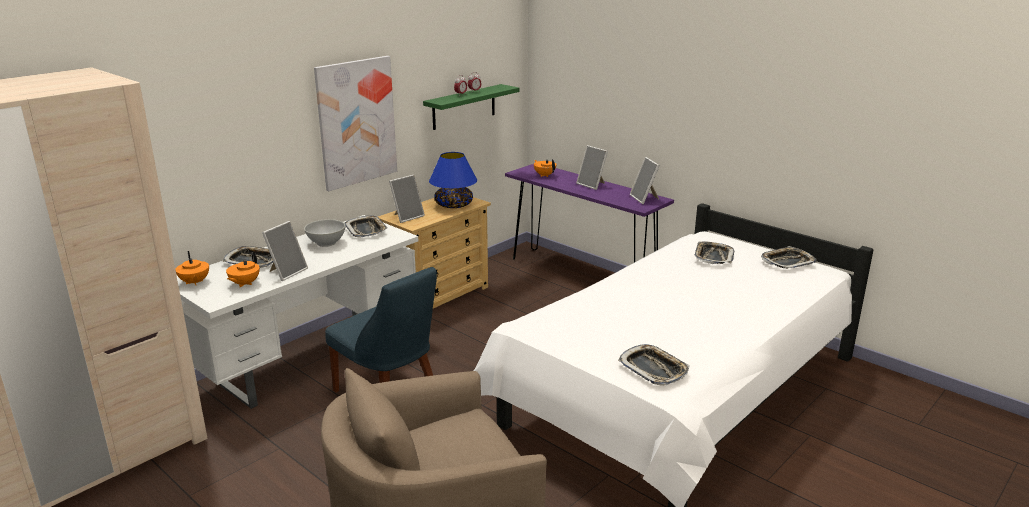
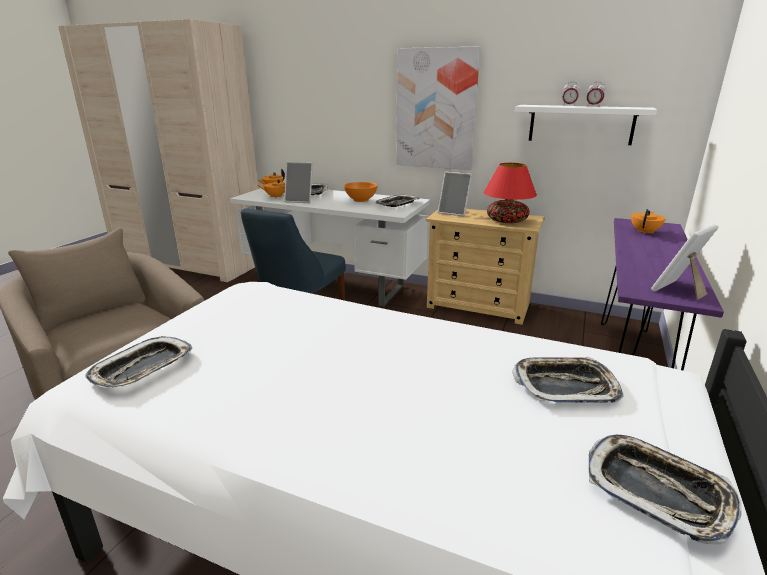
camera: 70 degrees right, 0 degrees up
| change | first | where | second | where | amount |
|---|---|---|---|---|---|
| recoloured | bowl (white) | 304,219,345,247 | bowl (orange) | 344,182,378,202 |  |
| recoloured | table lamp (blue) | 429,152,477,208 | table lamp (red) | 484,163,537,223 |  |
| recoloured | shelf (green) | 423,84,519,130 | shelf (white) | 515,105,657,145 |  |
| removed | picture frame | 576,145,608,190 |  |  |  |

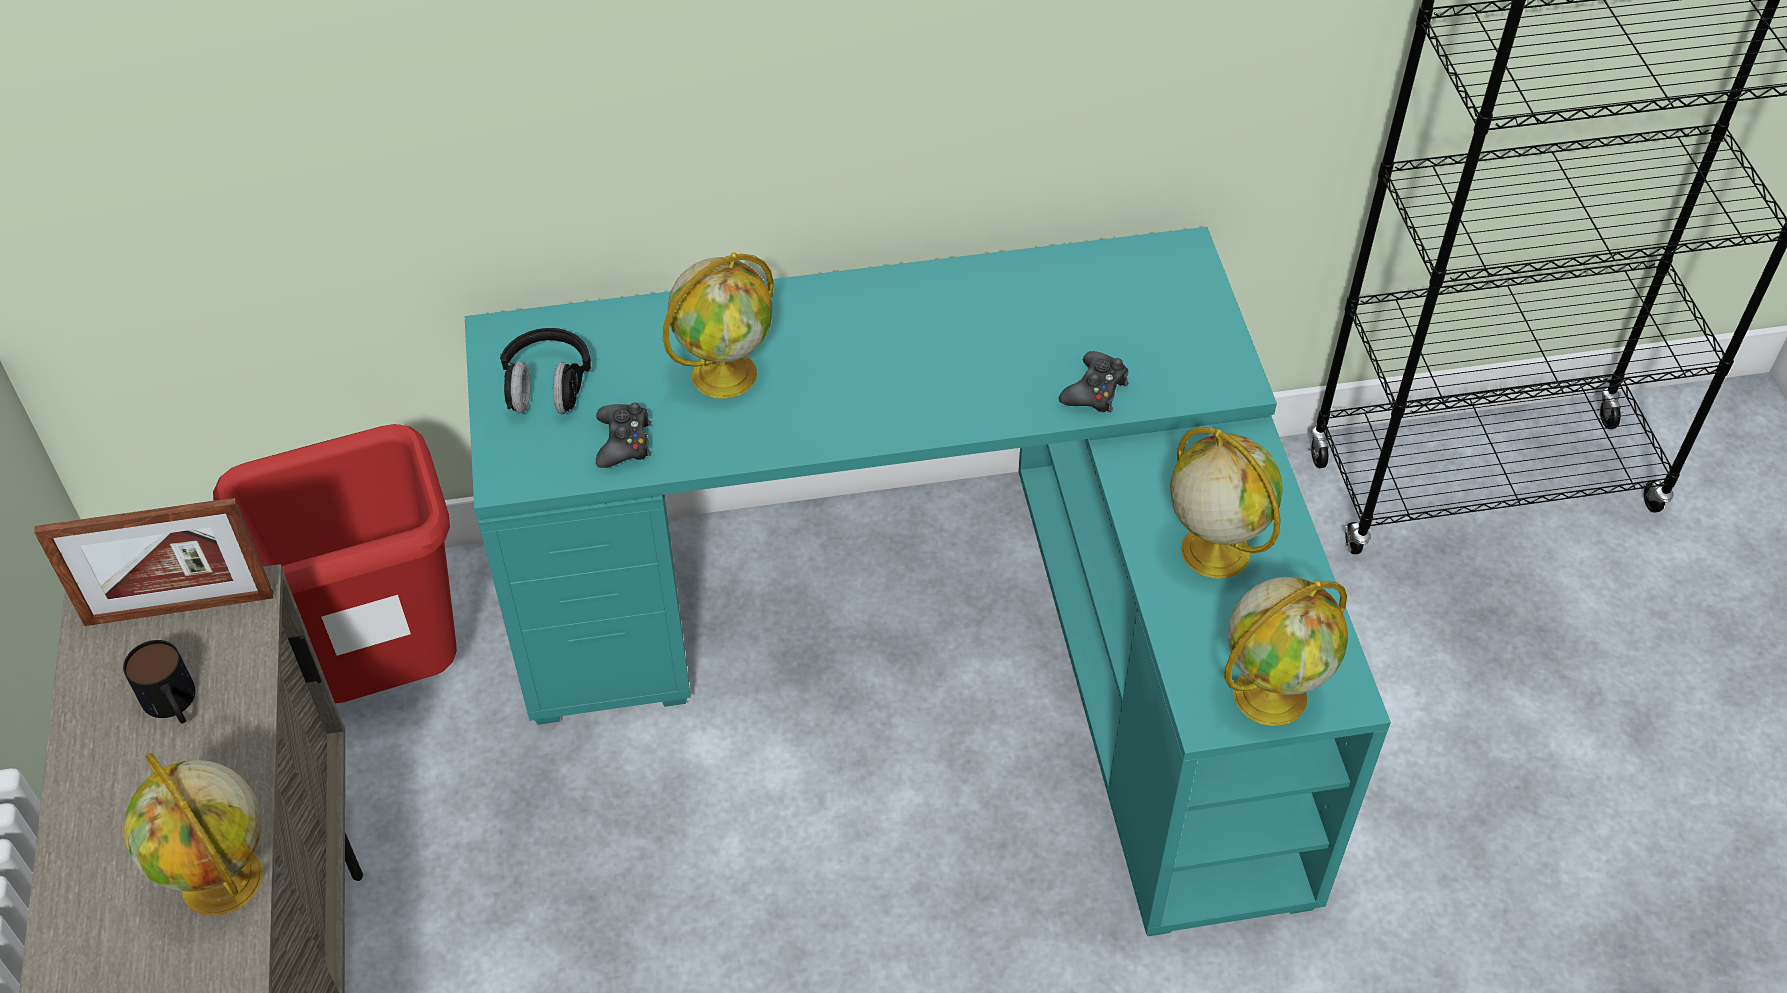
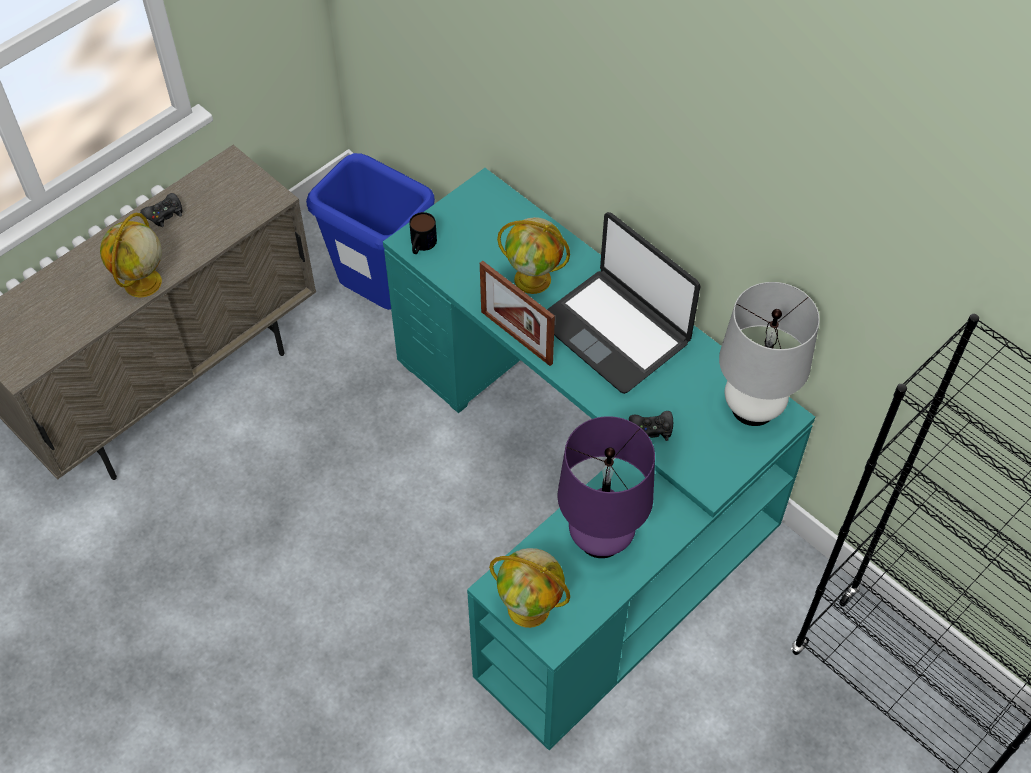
camera: 55 degrees right, 5 degrees up
| change | first | where | second | where | amount |
|---|---|---|---|---|---|
| moved | game controller (black) | 596,402,651,468 |  | 140,193,183,227 |  |
| recoloured | trash can (red) | 213,424,457,703 | trash can (blue) | 306,153,435,310 |  |
| moved | mug | 123,640,196,724 |  | 409,212,437,254 |  |
| moved | picture frame | 34,498,273,626 |  | 480,261,555,366 |  |
| added |  |  | laptop | 547,212,701,394 |  |
| replaced | globe | 1170,426,1283,579 | table lamp (purple) | 558,416,655,558 |  |
| added |  |  | table lamp (white) | 719,282,820,426 |  |
| removed | headphones (black) | 500,328,591,414 |  |  |  |

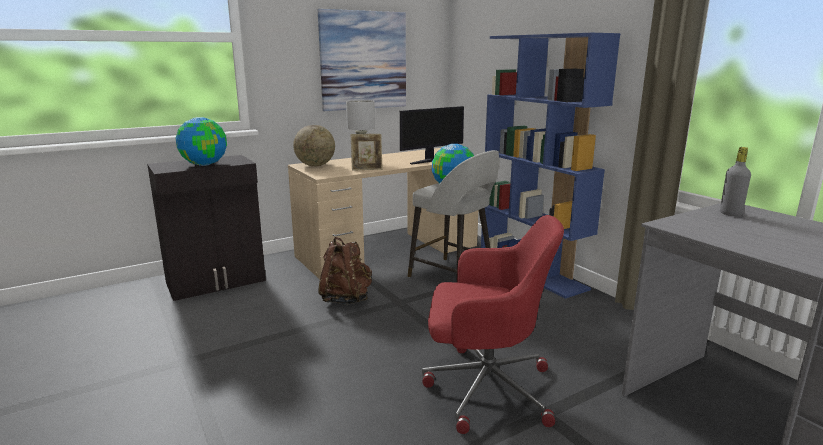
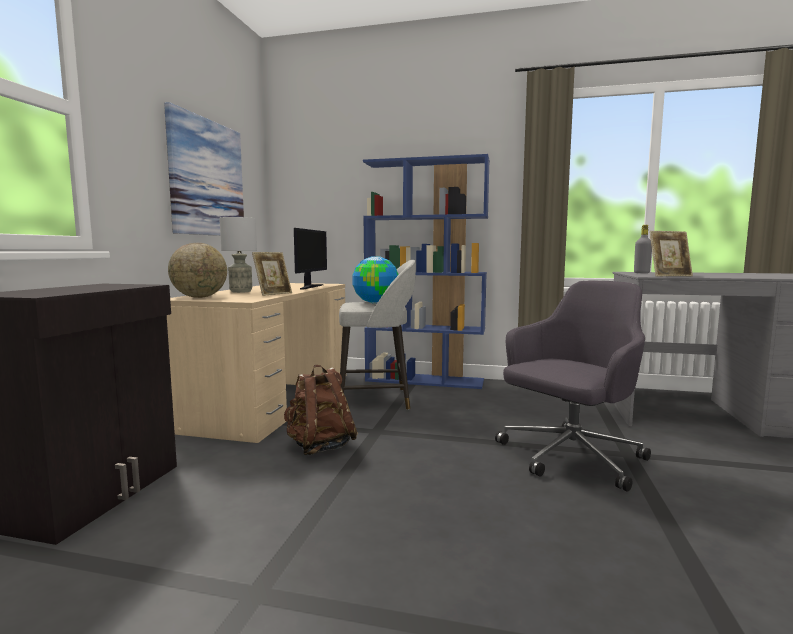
camera: 45 degrees left, 10 degrees down
| change | first | where | second | where | amount |
|---|---|---|---|---|---|
| recoloured | office chair (red) | 422,215,564,434 | office chair (grey) | 495,280,651,492 |  |
| added |  |  | picture frame | 650,231,693,277 |  |
| removed | globe | 176,117,227,166 |  |  |  |

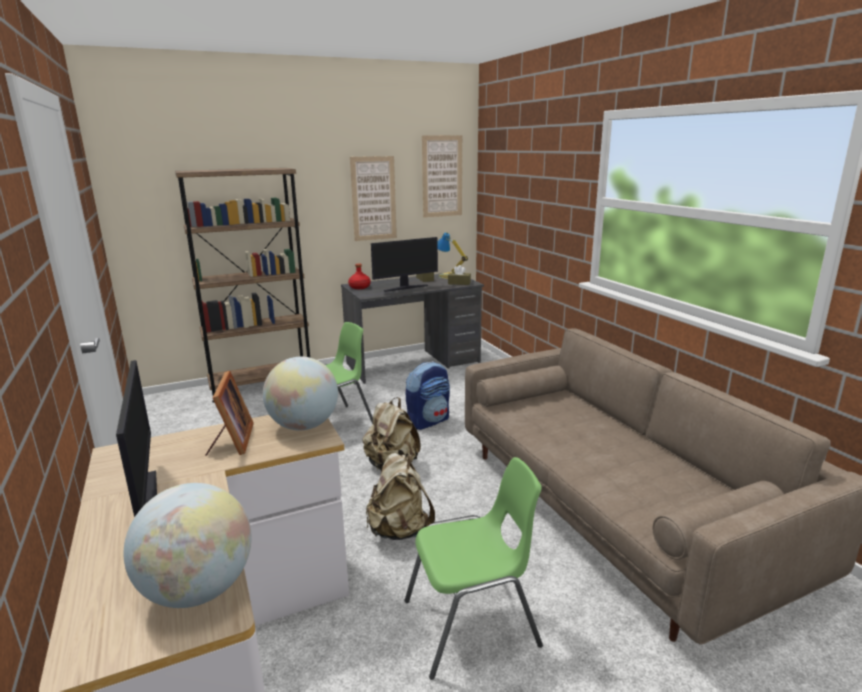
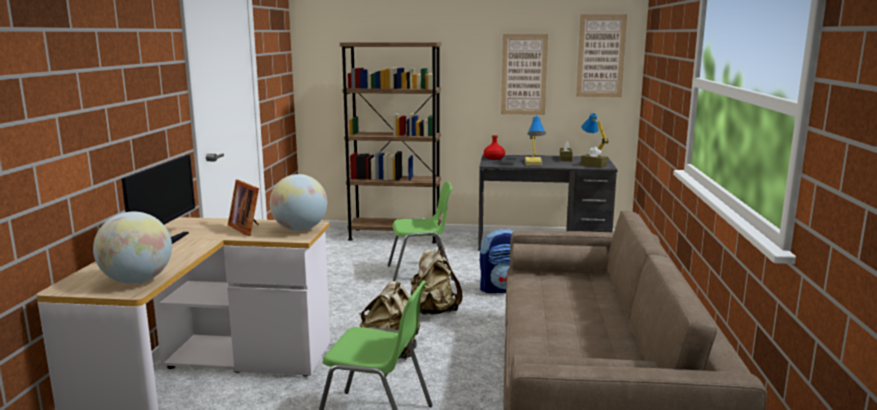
camera: 30 degrees right, 5 degrees down
| change | first | where | second | where | amount |
|---|---|---|---|---|---|
| turned | picture frame | 205,371,254,456 |  | 228,180,259,236 | 120 degrees clockwise |
| replaced | monitor | 371,237,438,292 | table lamp | 525,115,546,165 |  |

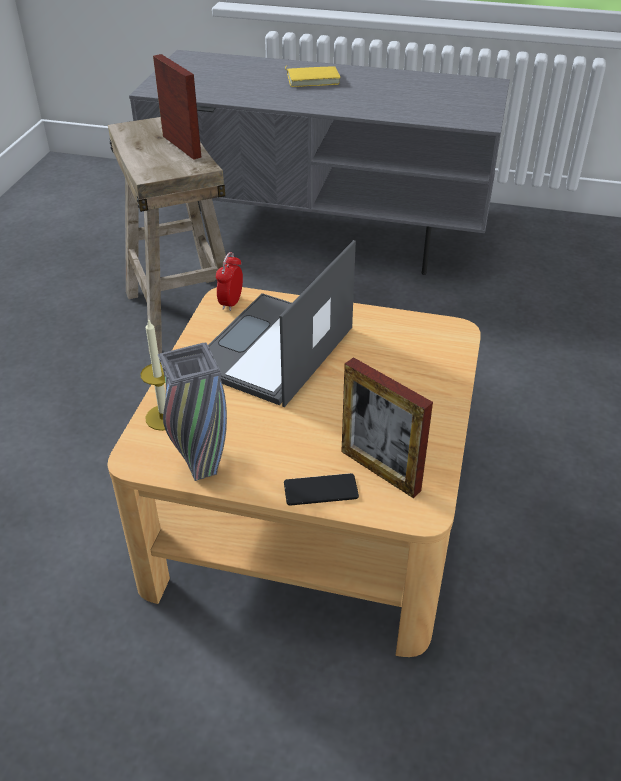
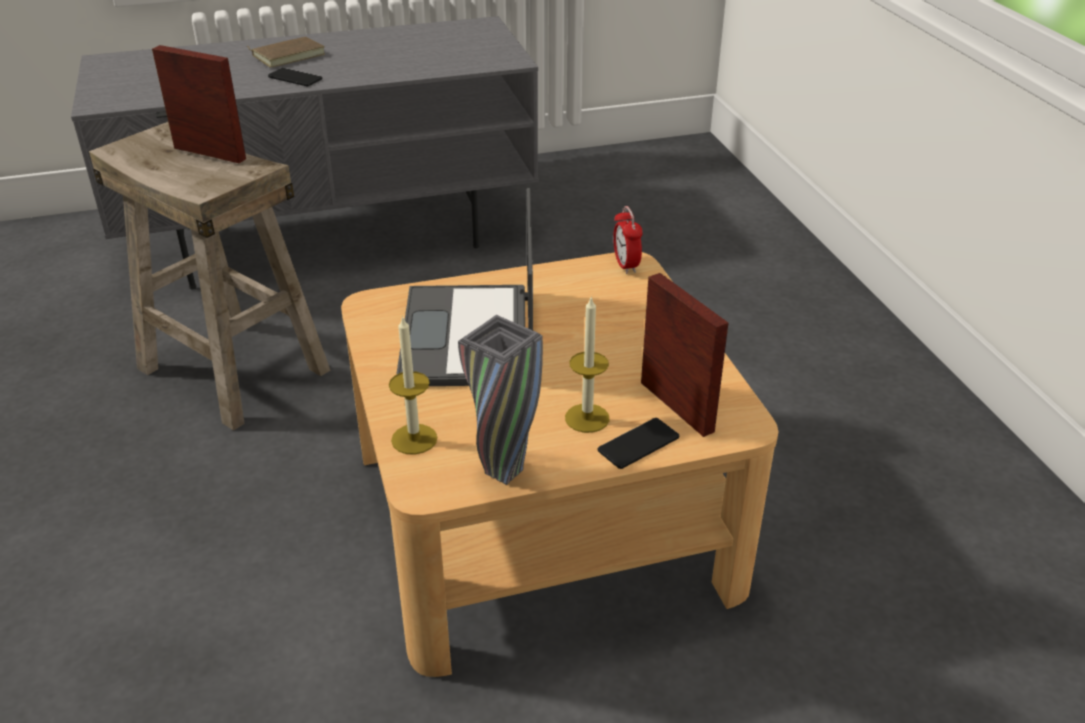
camera: 30 degrees left, 5 degrees down
| change | first | where | second | where | amount |
|---|---|---|---|---|---|
| recoloured | book (yellow) | 285,65,341,87 | book (brown) | 248,37,325,68 |  |
| added |  |  | phone | 268,68,322,86 |  |
| added |  |  | candle | 565,296,610,433 |  |
| moved | alarm clock | 216,252,243,311 |  | 613,206,643,274 |  |
| turned | picture frame | 341,357,433,498 |  | 641,273,728,437 | 135 degrees counterclockwise |

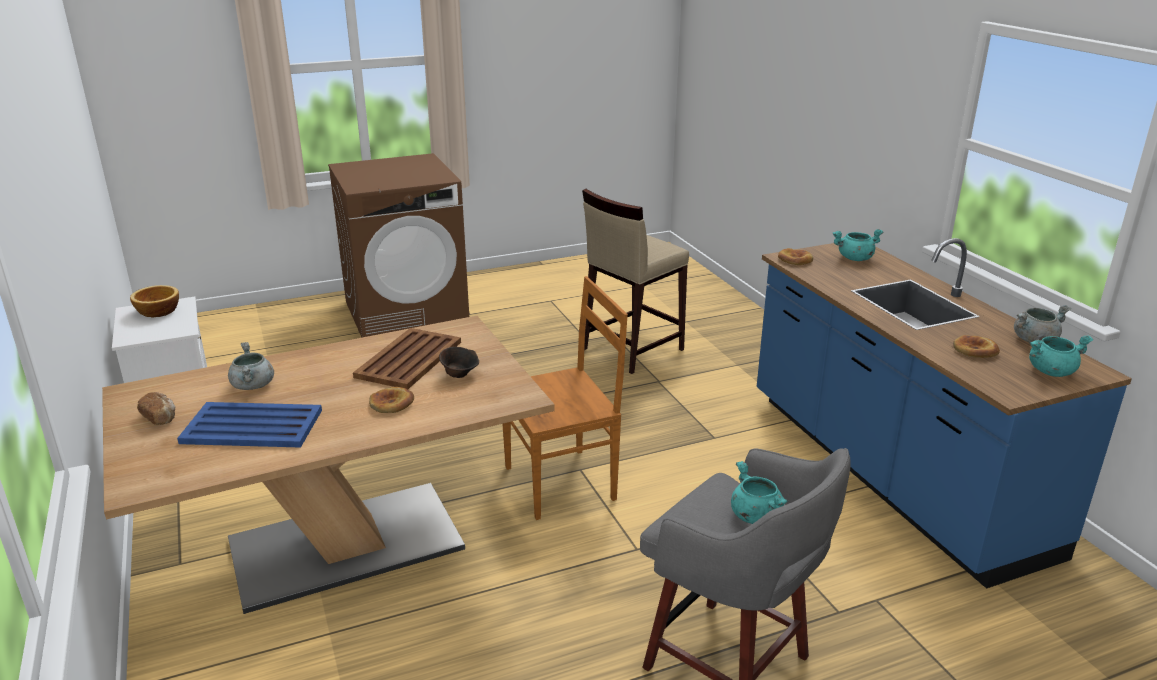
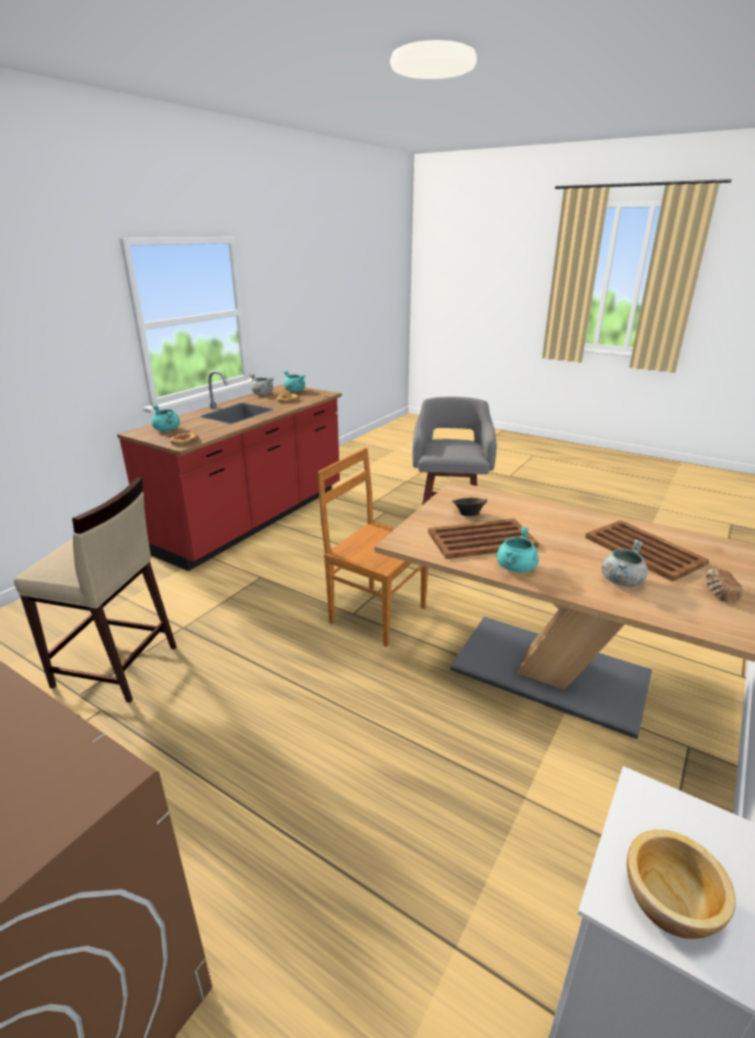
camera: 125 degrees left, 0 degrees up
| change | first | where | second | where | amount |
|---|---|---|---|---|---|
| recoloured | counter (blue) | 757,238,1132,589 | counter (red) | 117,370,342,571 |  |
| moved | cooking pot (turquoise) | 731,461,788,524 |  | 497,527,538,573 |  |
| recoloured | tray (blue) | 177,402,322,448 | tray (brown) | 585,520,709,582 |  |
| removed | bread | 369,387,414,413 |  |  |  |

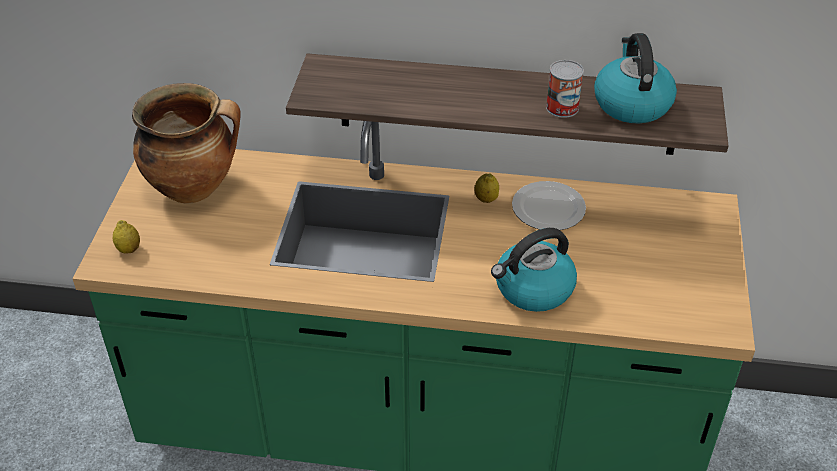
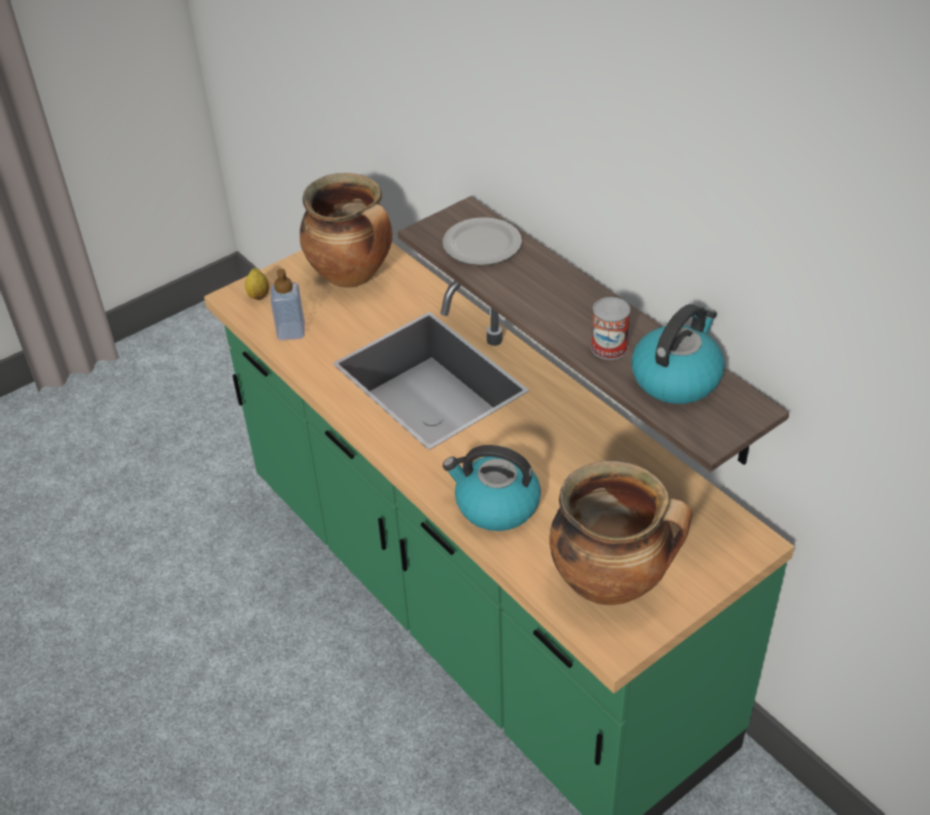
camera: 45 degrees right, 0 degrees up
| change | first | where | second | where | amount |
|---|---|---|---|---|---|
| added |  |  | soap dispenser | 270,269,305,340 |  |
| moved | plate | 512,181,586,230 |  | 443,217,522,265 |  |
| added |  |  | cooking pot | 549,461,692,605 |  |
| removed | lemon | 474,173,499,203 |  |  |  |

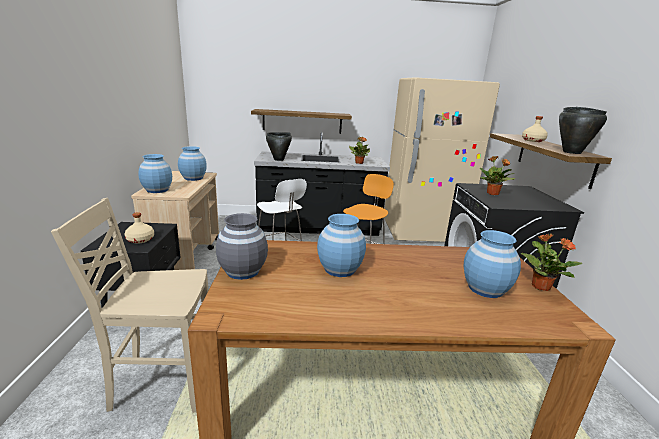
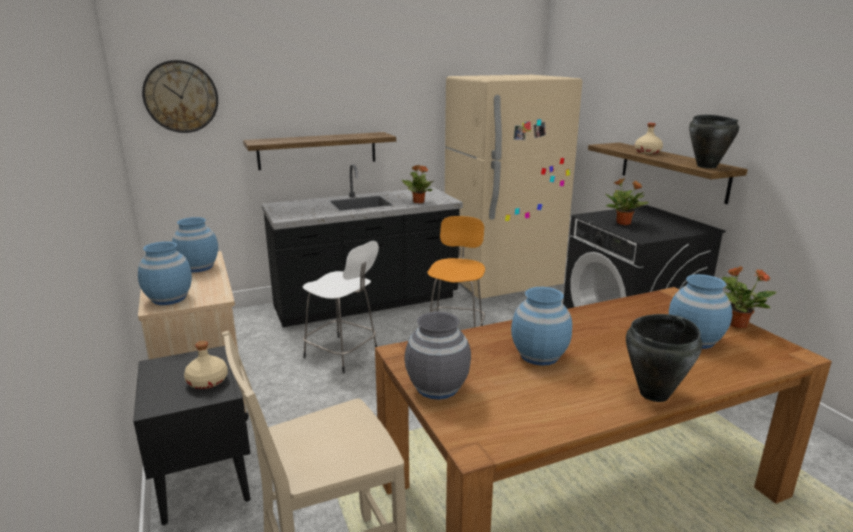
camera: 20 degrees left, 0 degrees up
| change | first | where | second | where | amount |
|---|---|---|---|---|---|
| added |  |  | wall clock | 142,60,218,133 |  |
| moved | cooking pot (black) | 266,132,292,161 |  | 626,314,702,402 |  |

